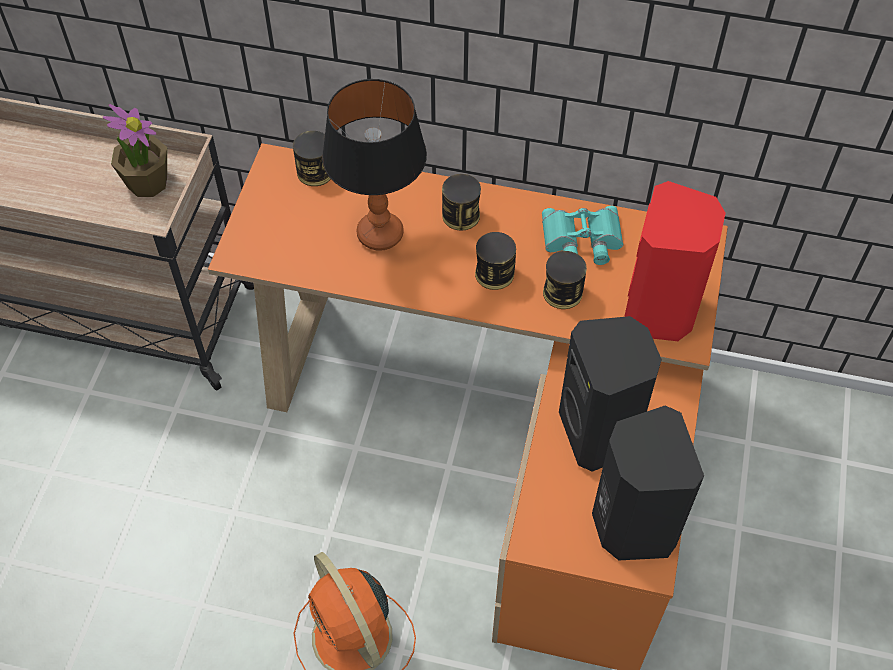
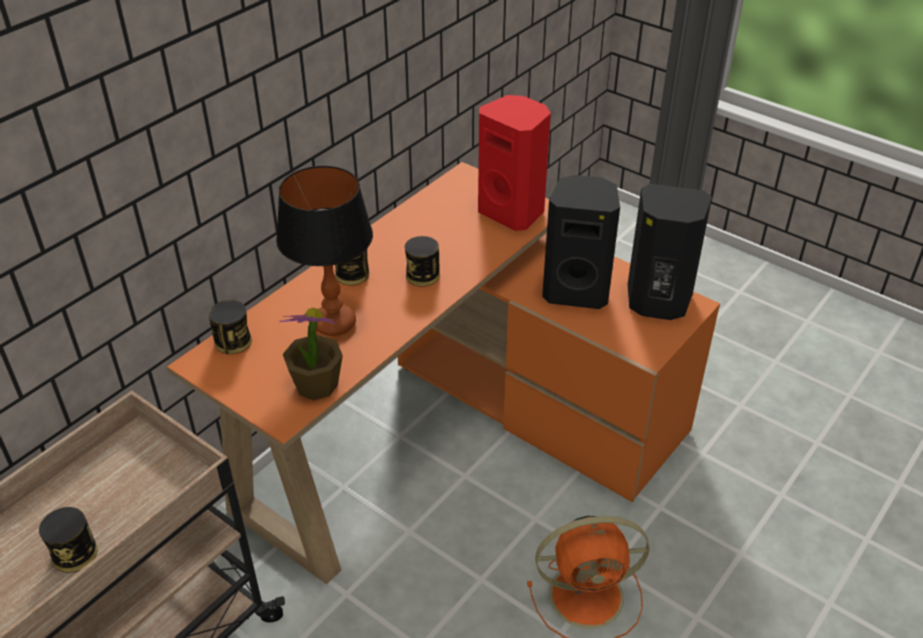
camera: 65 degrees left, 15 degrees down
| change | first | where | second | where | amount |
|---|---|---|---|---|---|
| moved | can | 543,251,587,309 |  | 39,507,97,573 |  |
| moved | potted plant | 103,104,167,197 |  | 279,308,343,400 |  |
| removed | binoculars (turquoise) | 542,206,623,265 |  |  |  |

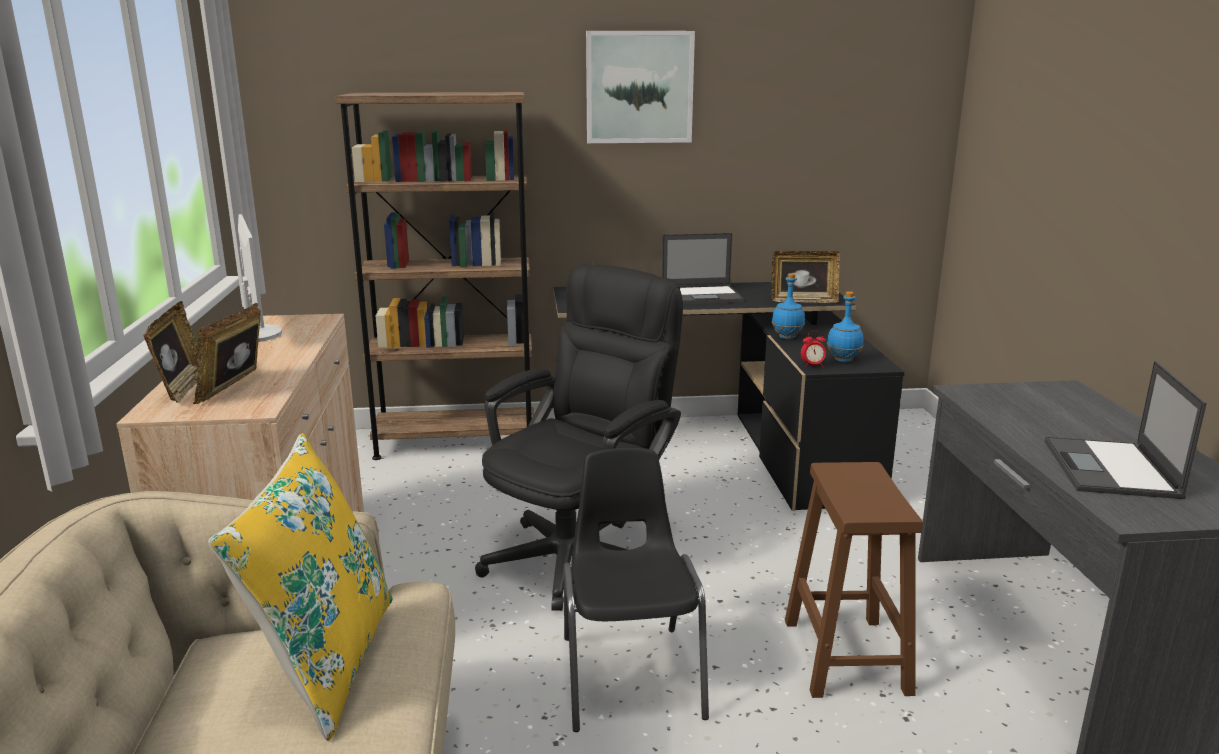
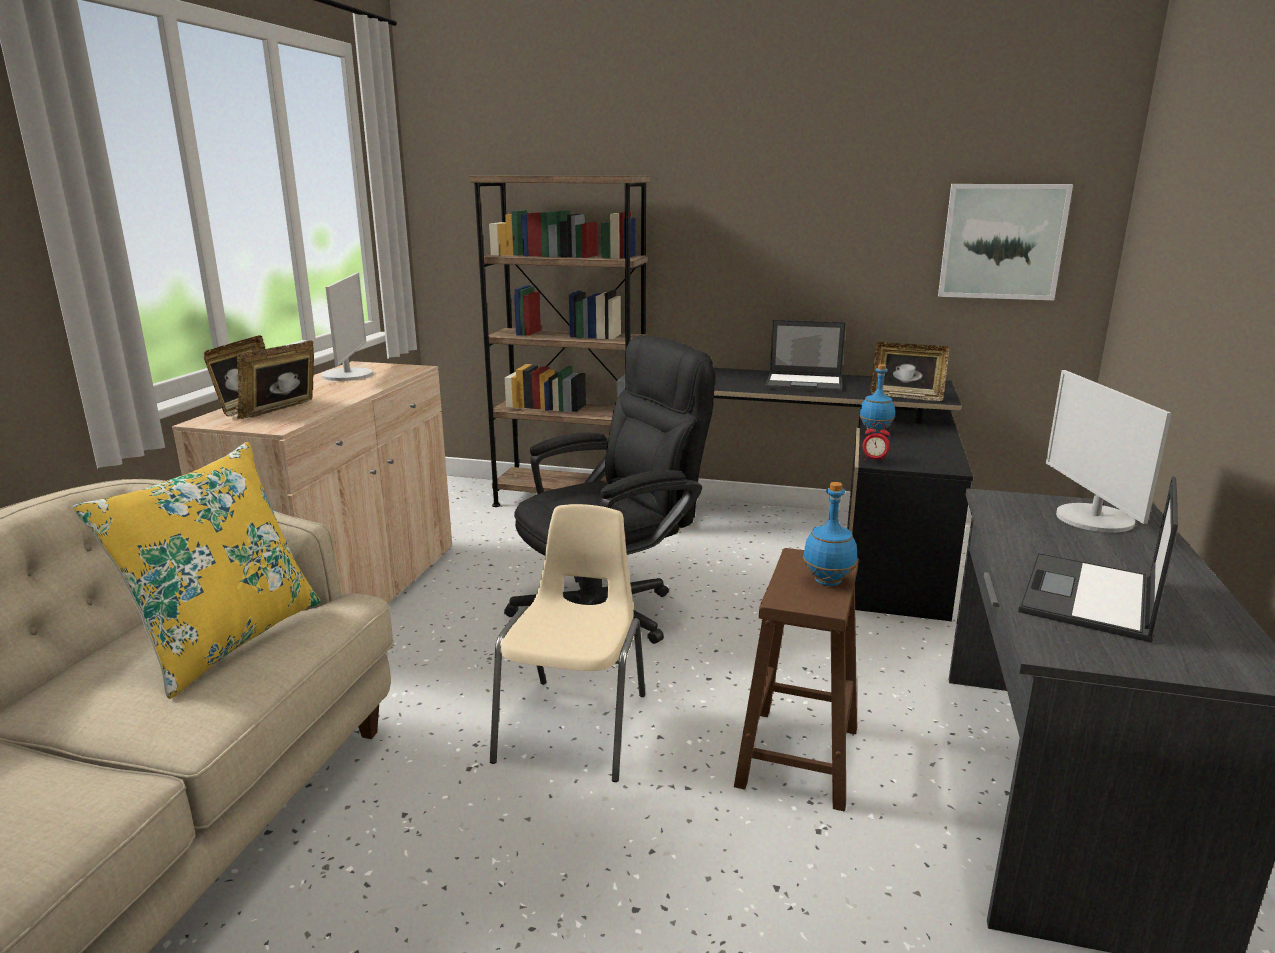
camera: 20 degrees right, 0 degrees up
| change | first | where | second | where | amount |
|---|---|---|---|---|---|
| recoloured | chair (black) | 564,448,709,732 | chair (beige) | 490,504,645,782 |  |
| moved | bottle (blue) | 827,291,864,362 |  | 803,482,857,586 |  |
| moved | picture | 586,31,695,143 |  | 938,184,1073,300 |  |
| added |  |  | monitor | 1046,370,1172,533 |  |

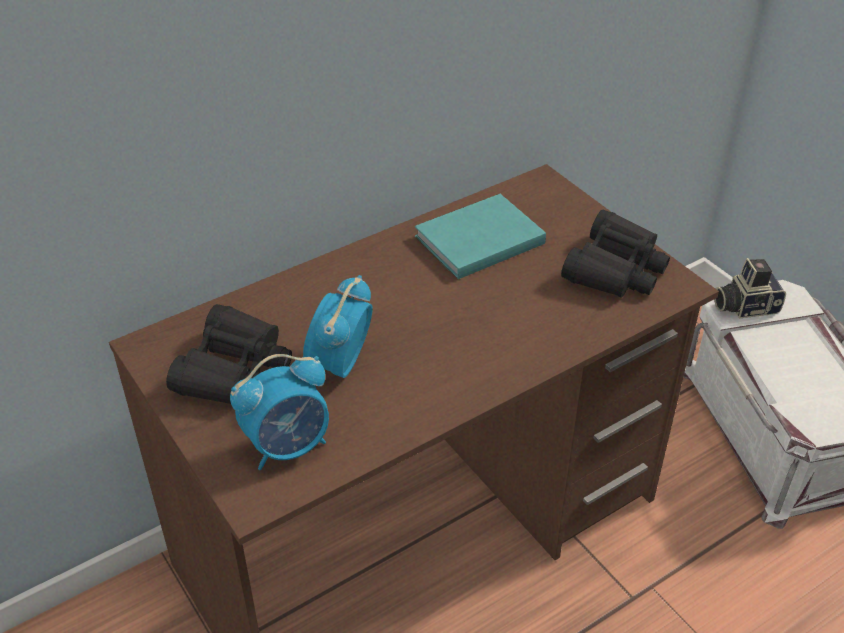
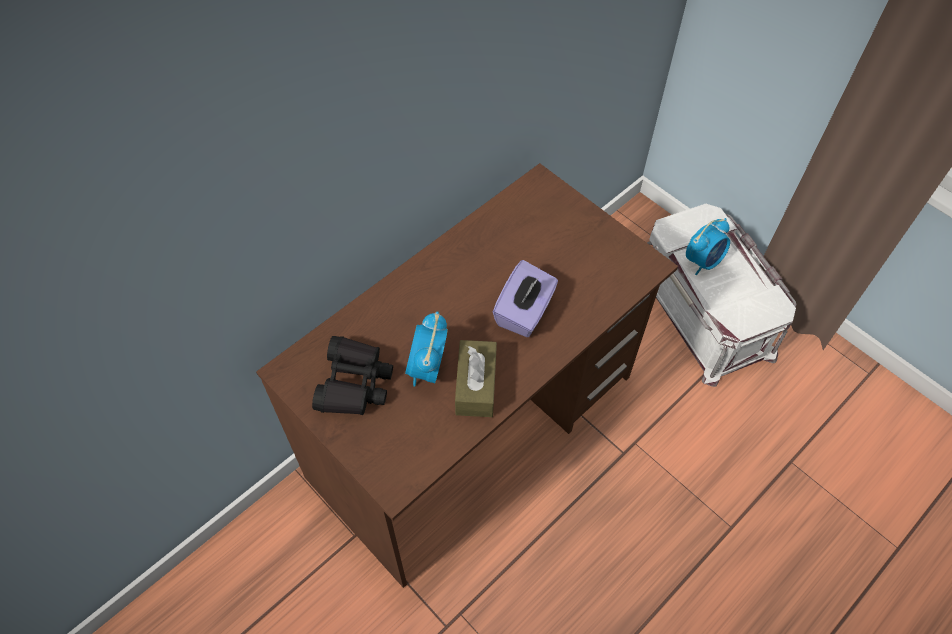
camera: 10 degrees left, 15 degrees up
| change | first | where | second | where | amount |
|---|---|---|---|---|---|
| added |  |  | tissue box (brown) | 455,340,497,417 |  |
| added |  |  | tissue box (purple) | 493,260,558,337 |  |
| moved | alarm clock | 230,354,329,470 |  | 686,218,730,275 |  |
| removed | book (turquoise) | 415,194,546,279 |  |  |  |
| removed | binoculars (black) | 561,210,670,298 |  |  |  |
| removed | photo camera | 714,258,786,319 |  |  |  |

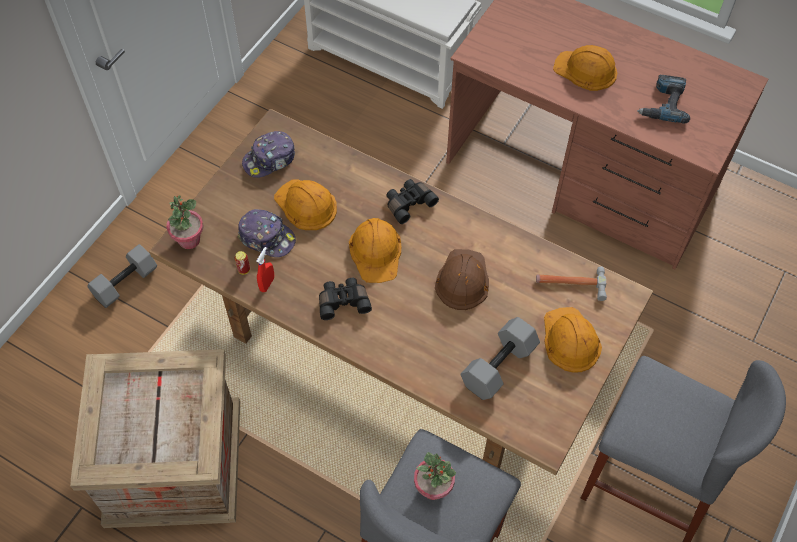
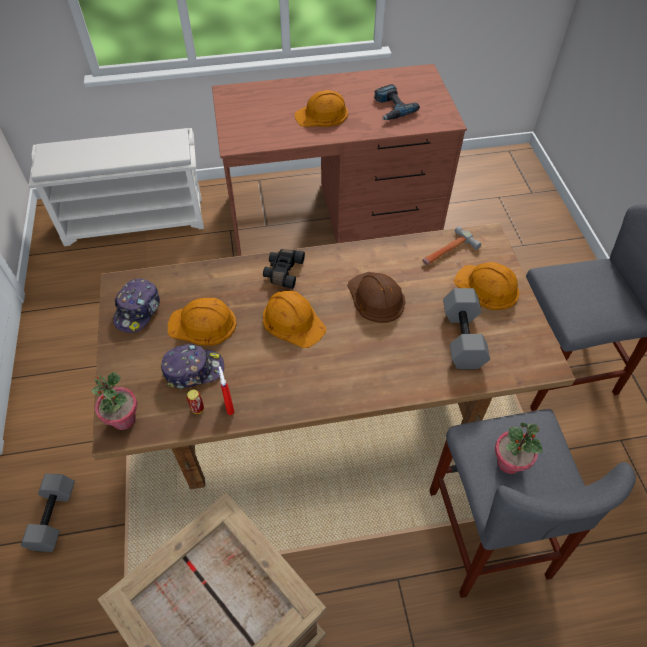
camera: 40 degrees left, 5 degrees down
| change | first | where | second | where | amount |
|---|---|---|---|---|---|
| removed | binoculars (black) | 319,278,372,320 |  |  |  |

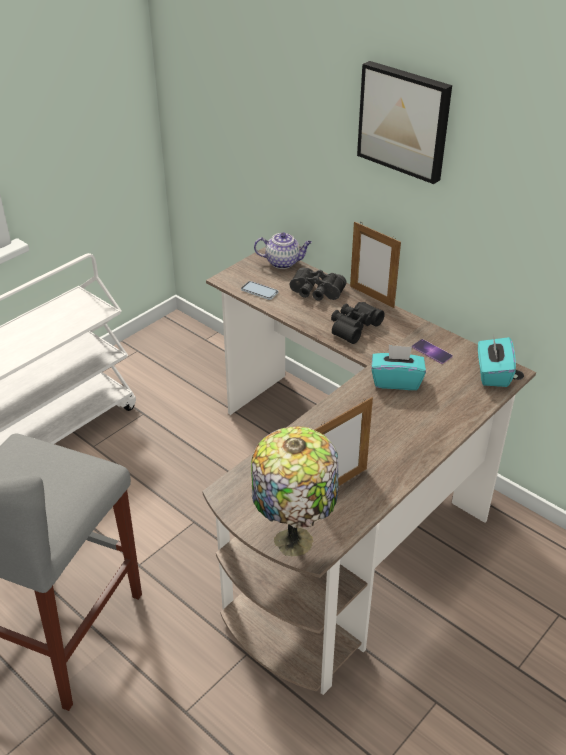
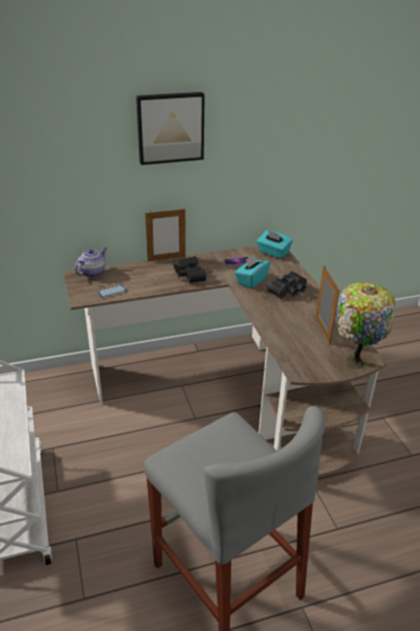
camera: 60 degrees left, 5 degrees down
| change | first | where | second | where | amount |
|---|---|---|---|---|---|
| moved | binoculars (black) | 290,268,347,300 |  | 266,271,307,298 |  |

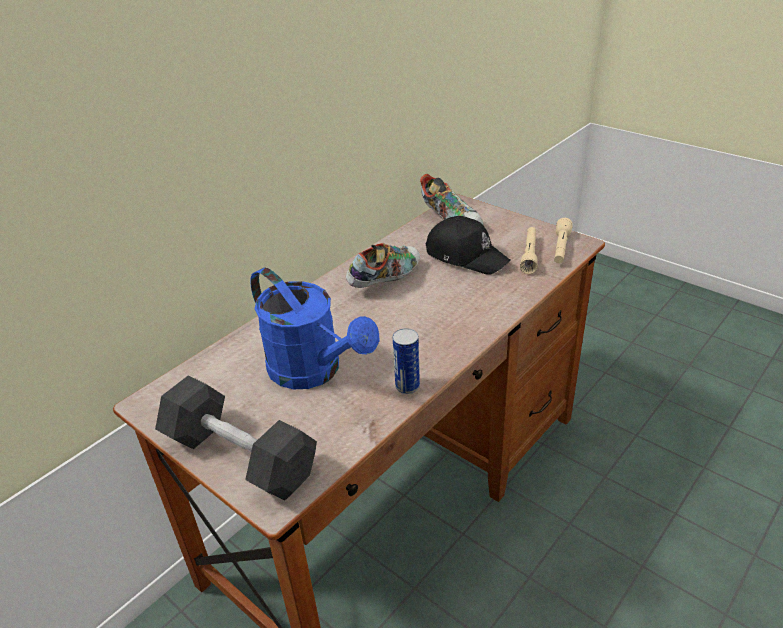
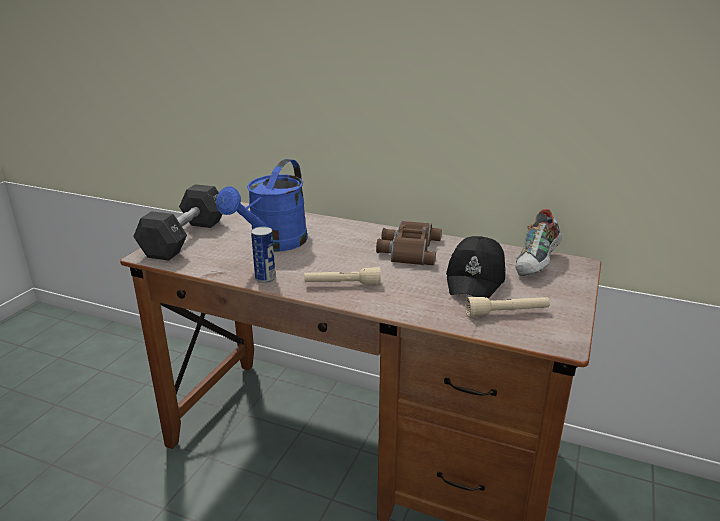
camera: 70 degrees right, 10 degrees down
| change | first | where | second | where | amount |
|---|---|---|---|---|---|
| moved | flashlight (beige) | 554,218,573,264 |  | 304,267,381,285 |  |
| replaced | shoe | 346,243,420,288 | binoculars (brown) | 376,221,442,265 |  |

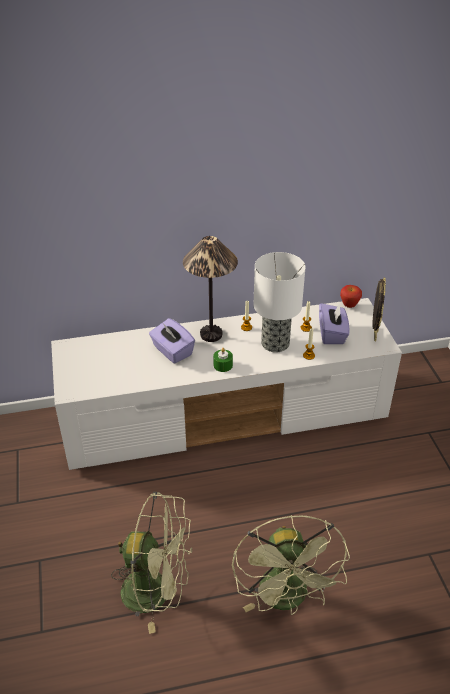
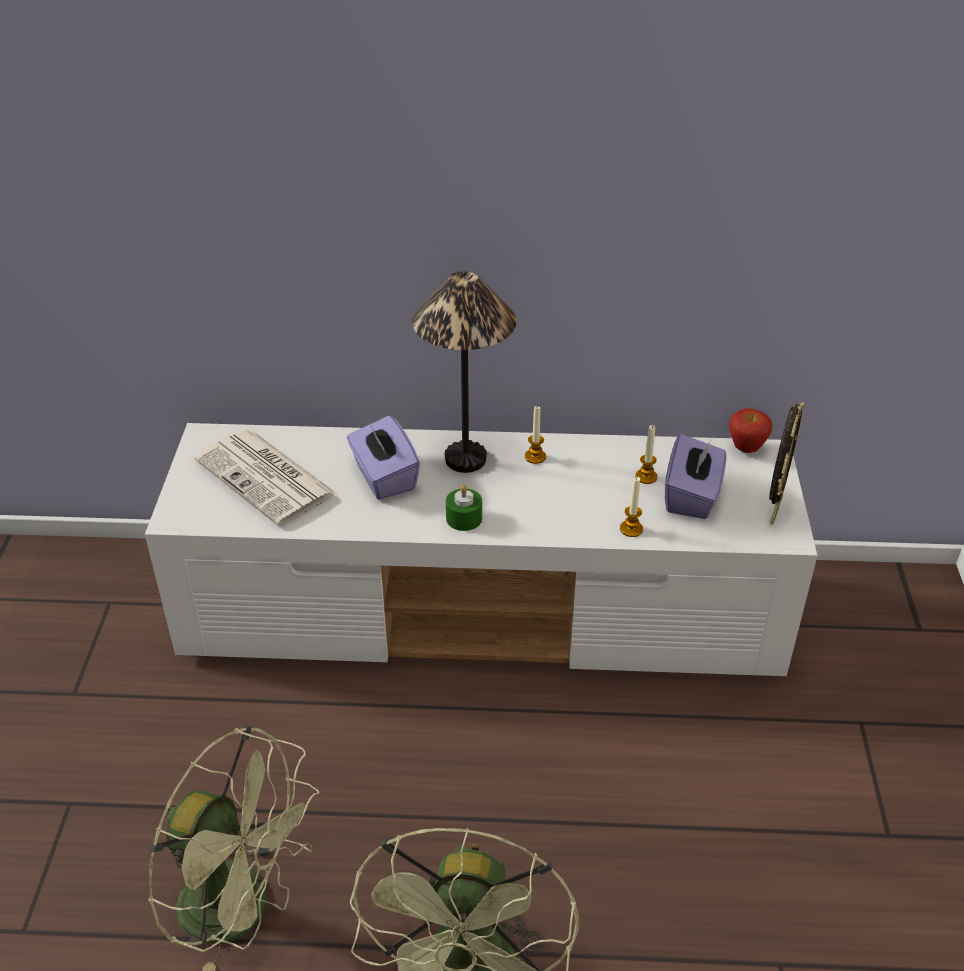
camera: 15 degrees right, 0 degrees up
| change | first | where | second | where | amount |
|---|---|---|---|---|---|
| added |  |  | newspaper | 194,430,338,526 |  |
| removed | table lamp | 253,252,306,353 |  |  |  |

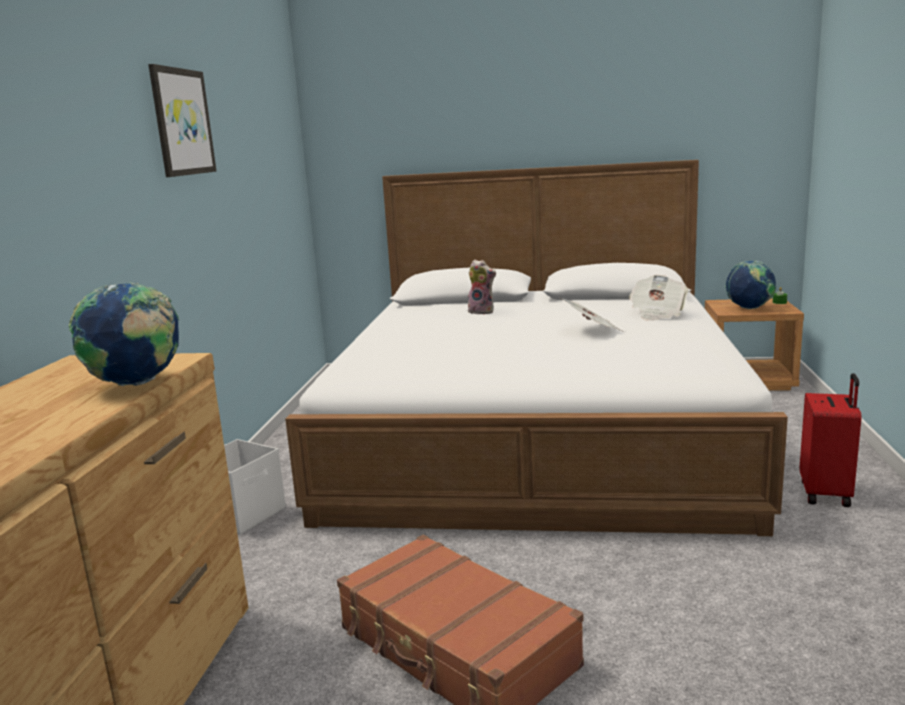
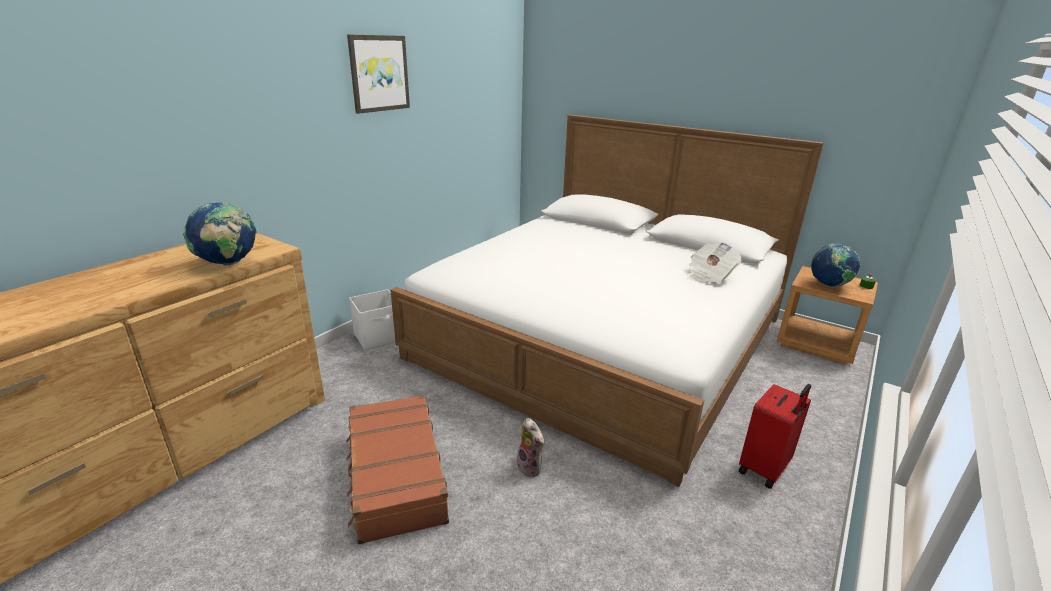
camera: 25 degrees right, 10 degrees up
| change | first | where | second | where | amount |
|---|---|---|---|---|---|
| moved | plush toy | 466,260,496,314 |  | 517,418,544,477 |  |
| removed | newspaper | 560,298,625,332 |  |  |  |

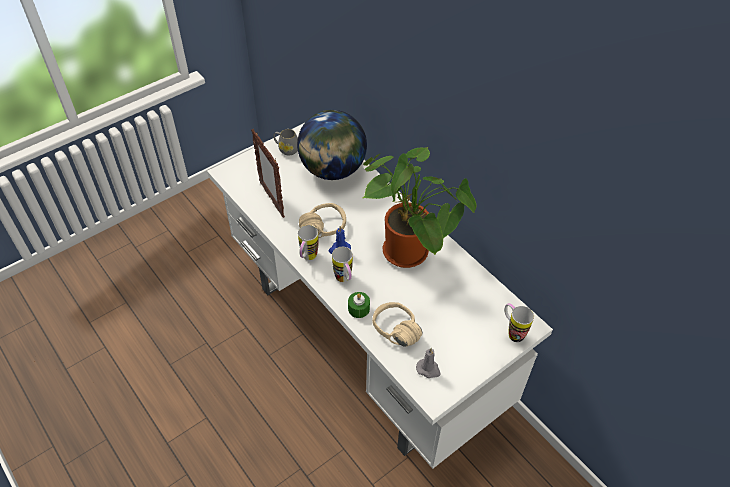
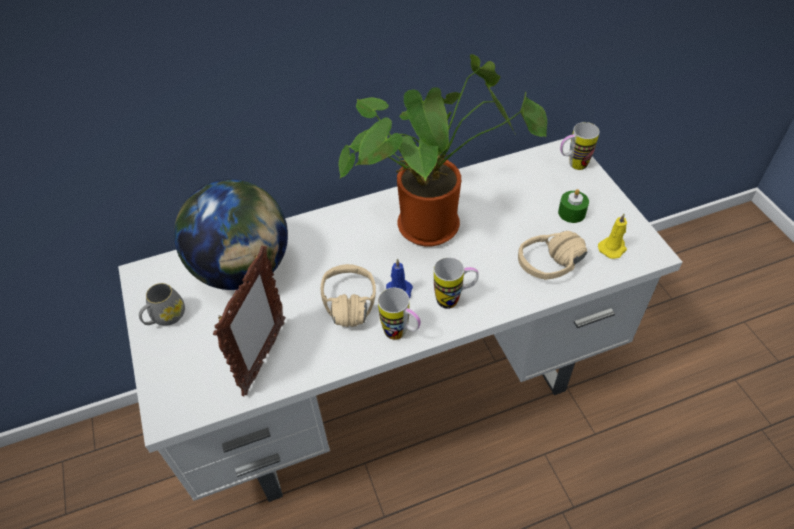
camera: 70 degrees left, 0 degrees up
| change | first | where | second | where | amount |
|---|---|---|---|---|---|
| turned | picture frame | 251,129,285,218 |  | 213,245,286,396 | 60 degrees counterclockwise |
| moved | candle (green) | 348,292,370,318 |  | 558,189,589,223 |  |
| recoloured | candle (grey) | 416,348,441,378 | candle (yellow) | 598,214,627,259 |  |

